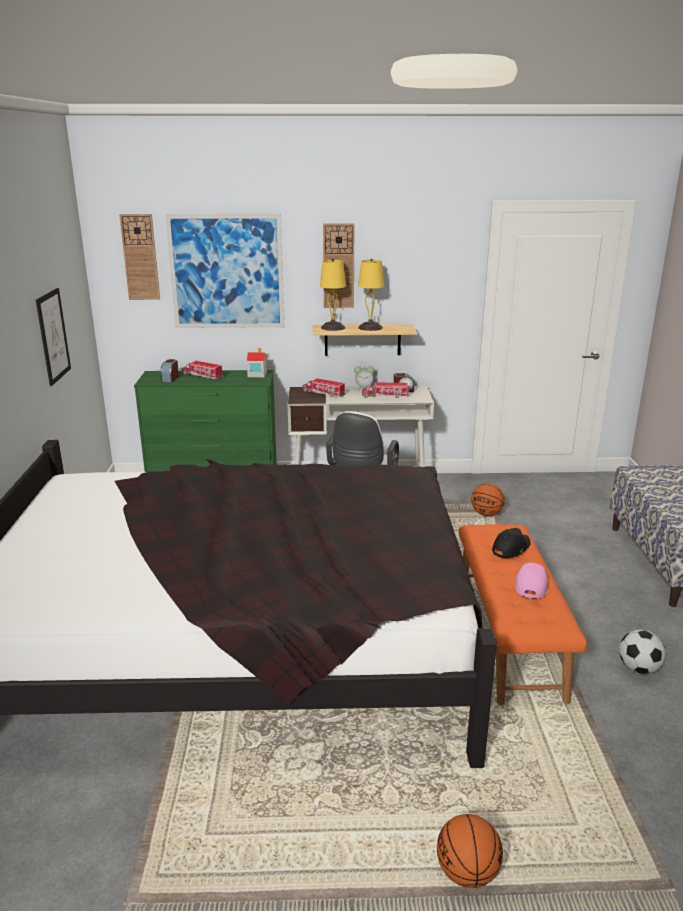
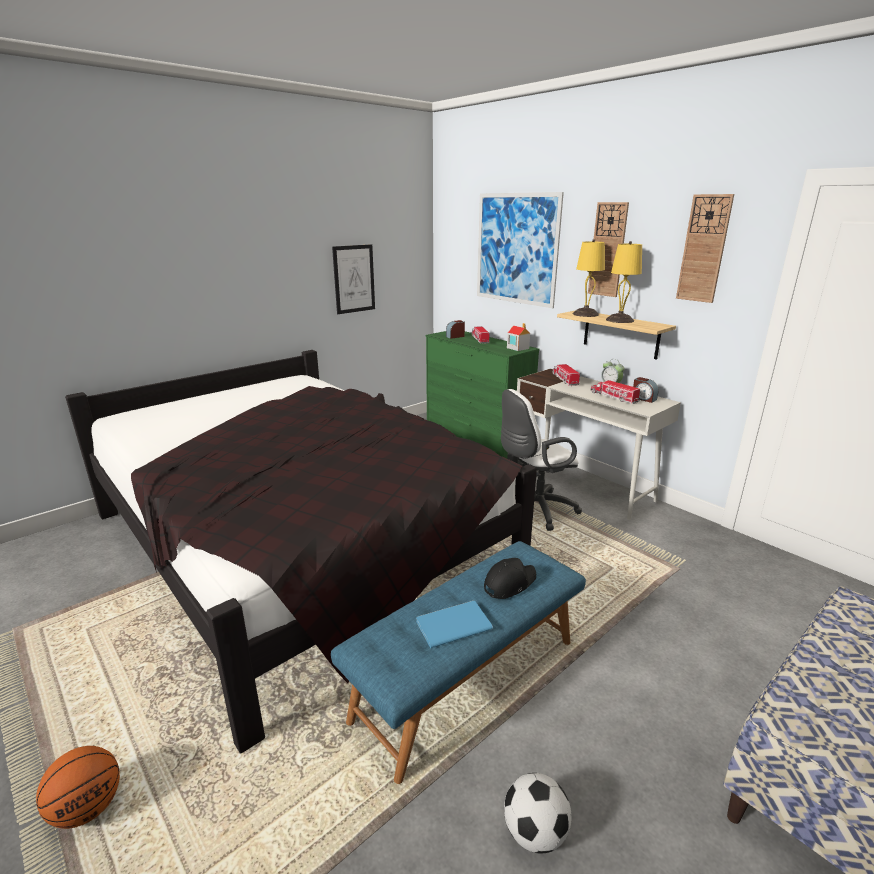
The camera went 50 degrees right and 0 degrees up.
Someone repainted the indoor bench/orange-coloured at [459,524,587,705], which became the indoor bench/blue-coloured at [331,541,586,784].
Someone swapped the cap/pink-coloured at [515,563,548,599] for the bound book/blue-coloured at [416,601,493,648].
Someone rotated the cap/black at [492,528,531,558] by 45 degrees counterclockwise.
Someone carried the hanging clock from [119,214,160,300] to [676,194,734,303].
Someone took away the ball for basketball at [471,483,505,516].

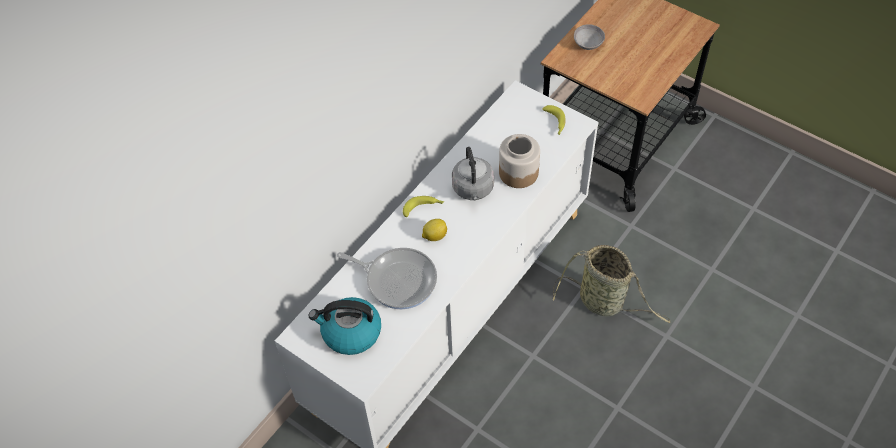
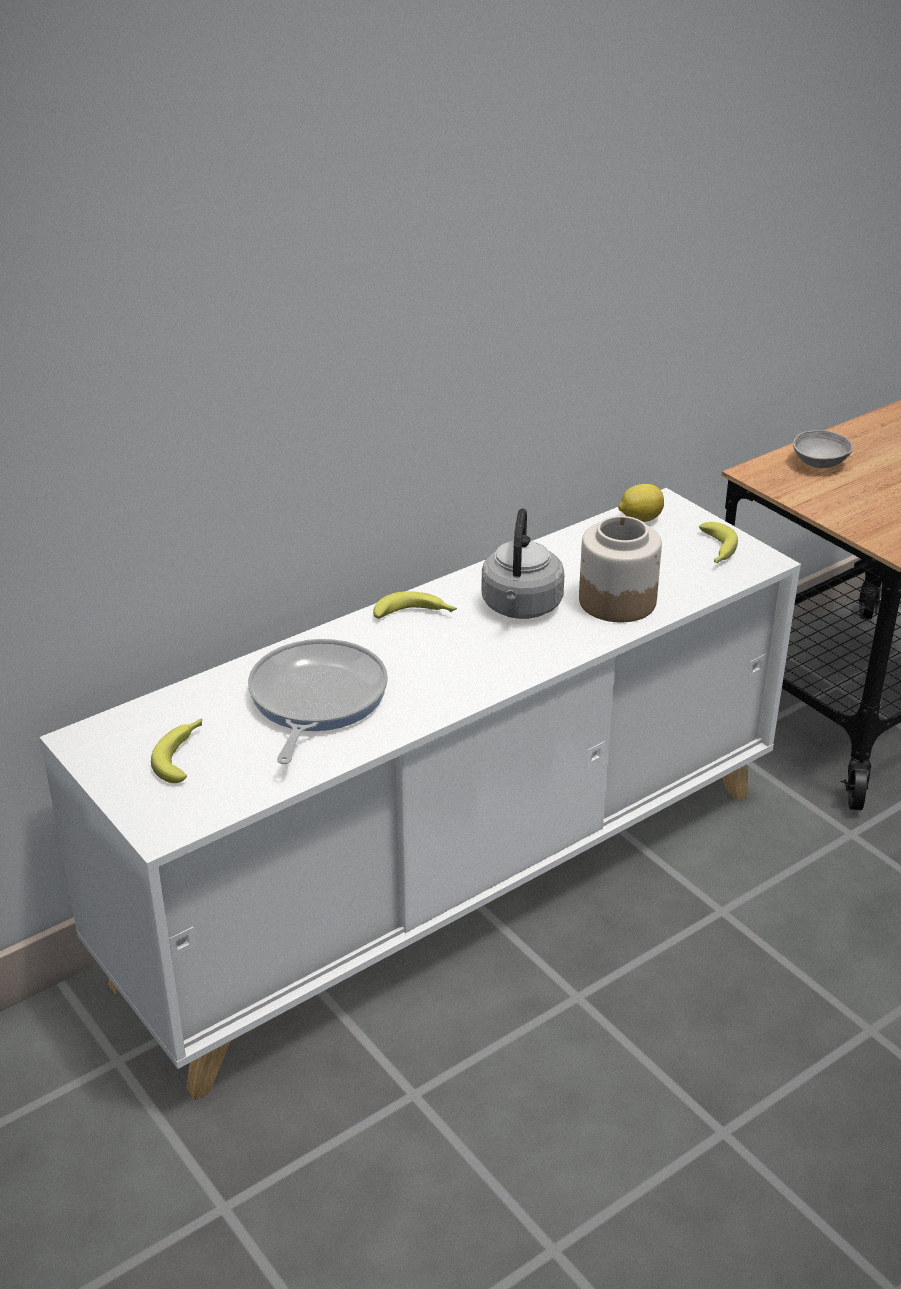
The camera went 15 degrees right and 20 degrees down.
Someone swapped the kettle at [309,297,381,355] for the banana at [151,718,202,783].
Someone rotated the pan at [337,248,437,310] by 120 degrees counterclockwise.
Someone carried the citrus fruit from [422,219,447,241] to [618,484,664,522].
Someone took away the storage basket at [553,245,670,323].

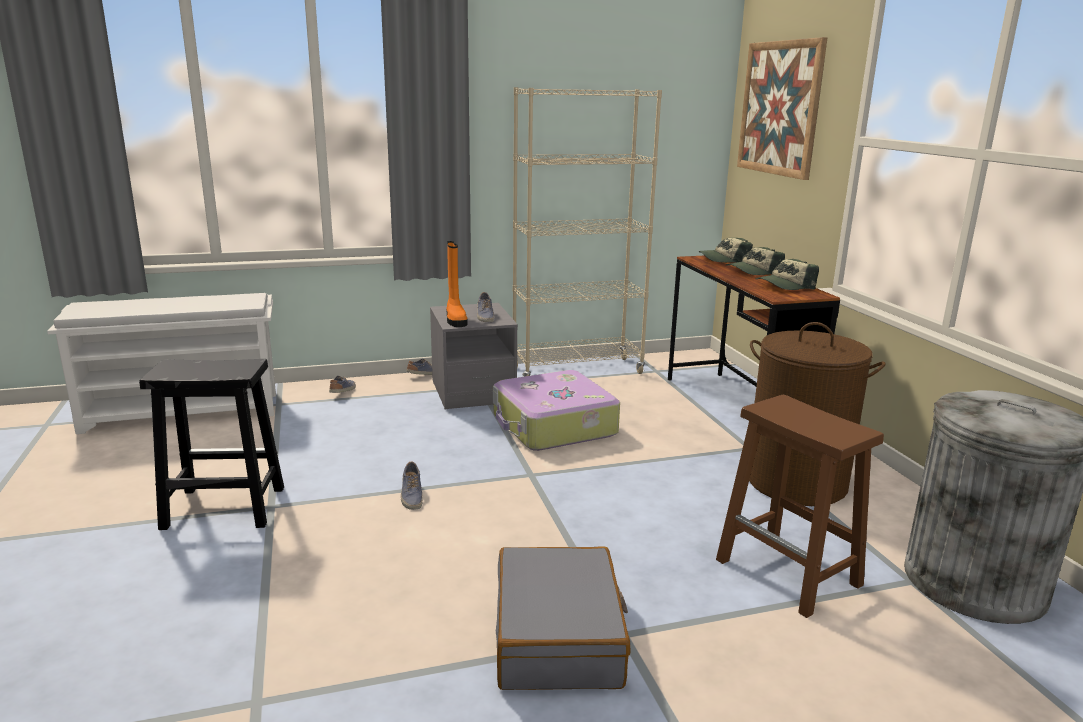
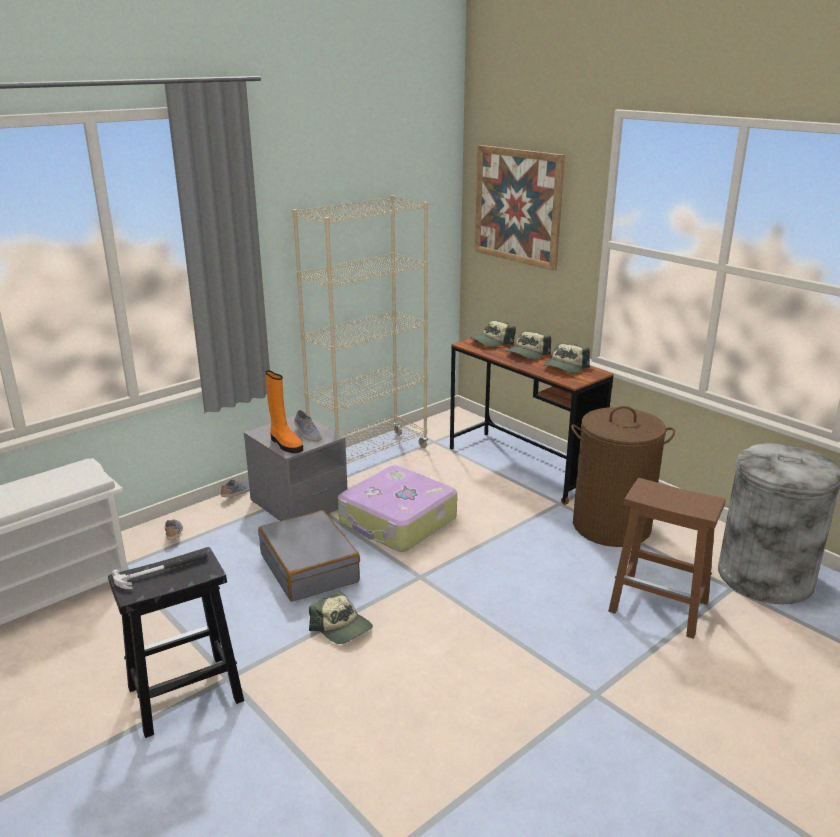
The camera went 25 degrees left and 5 degrees up.
Someone put down the hand hammer at [112,551,208,589].
Someone carried the suitcase/gray from [496,546,630,690] to [258,510,360,602].
Someone swapped the shoe at [401,461,423,510] for the cap at [309,591,373,644].

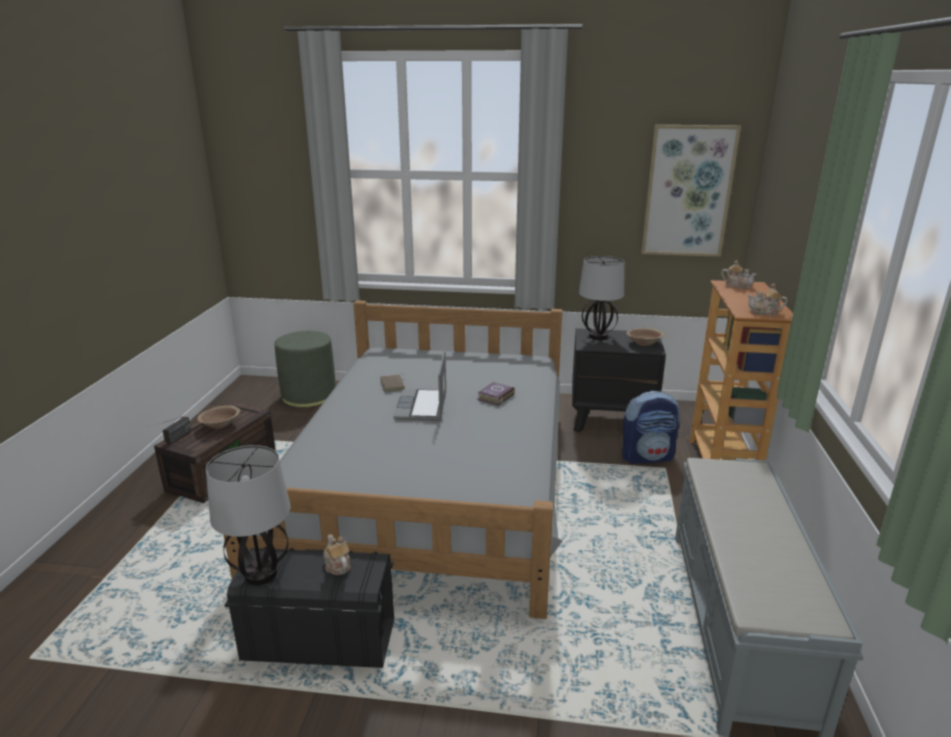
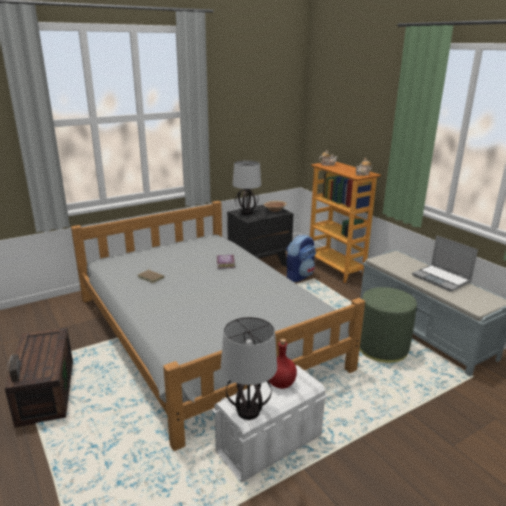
The camera went 40 degrees left and 0 degrees up.
Someone repainted the storage container/black at [225,547,394,668], which became the storage container/white-coloured at [212,365,328,482].
Someone swapped the teapot at [323,534,350,575] for the drink bottle/red-coloured at [268,339,297,389].
Someone carried the pouffe/greenish from [275,331,336,408] to [360,287,417,363].
Someone carried the notebook computer from [393,350,447,421] to [412,235,478,292].
Someone took away the bowl/brown-coloured at [197,406,240,429].
Someone took away the picture at [641,125,741,257].

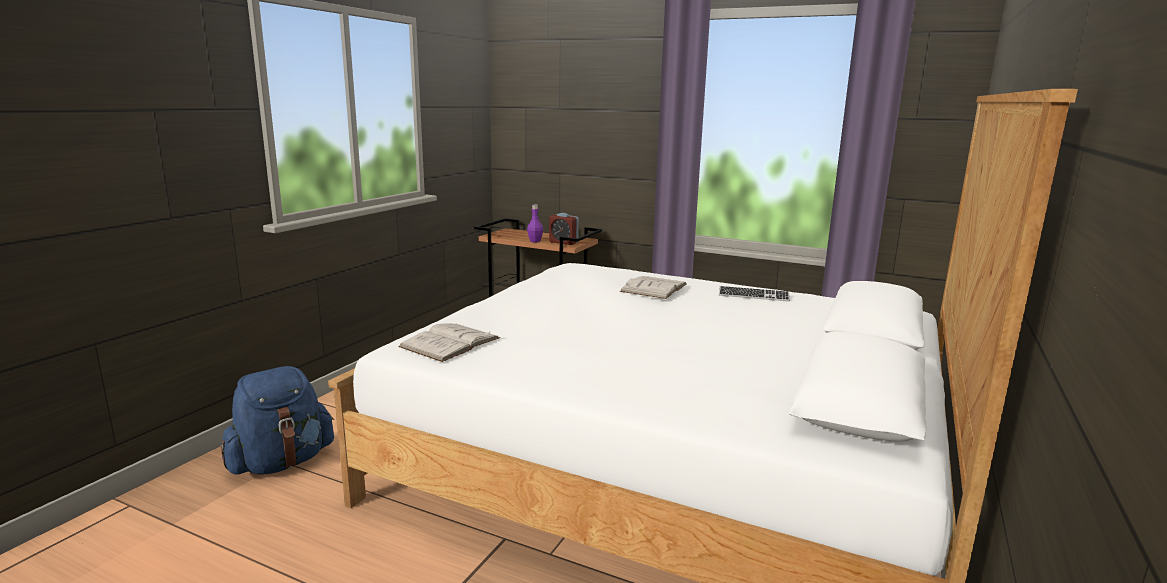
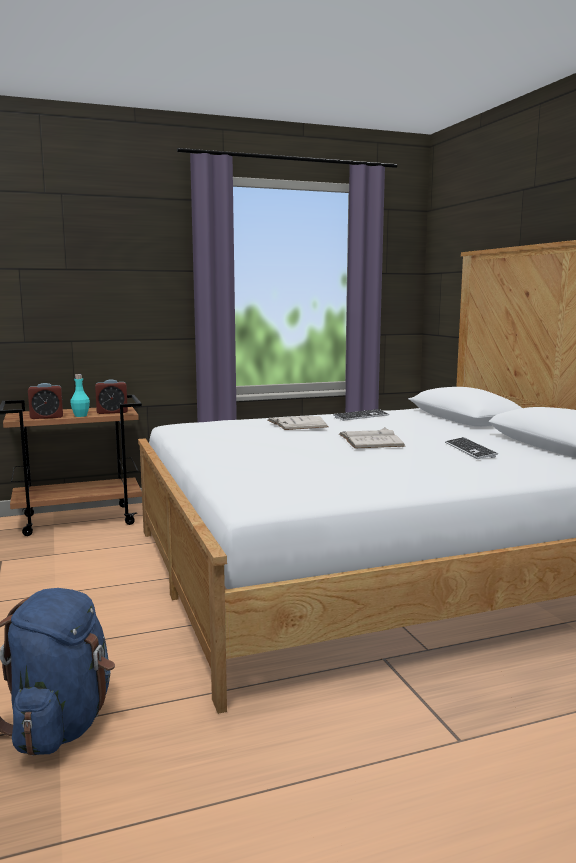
The camera went 45 degrees left and 5 degrees down.
Someone put down the bedside clock at [28,383,63,419].
Someone repainted the drink bottle/purplish at [527,205,543,242], which became the drink bottle/blue-green at [70,374,90,417].
Someone carried the bound book/white-coloured from [398,324,500,362] to [339,427,406,448].
Someone put down the computer keyboard at [445,437,498,459].

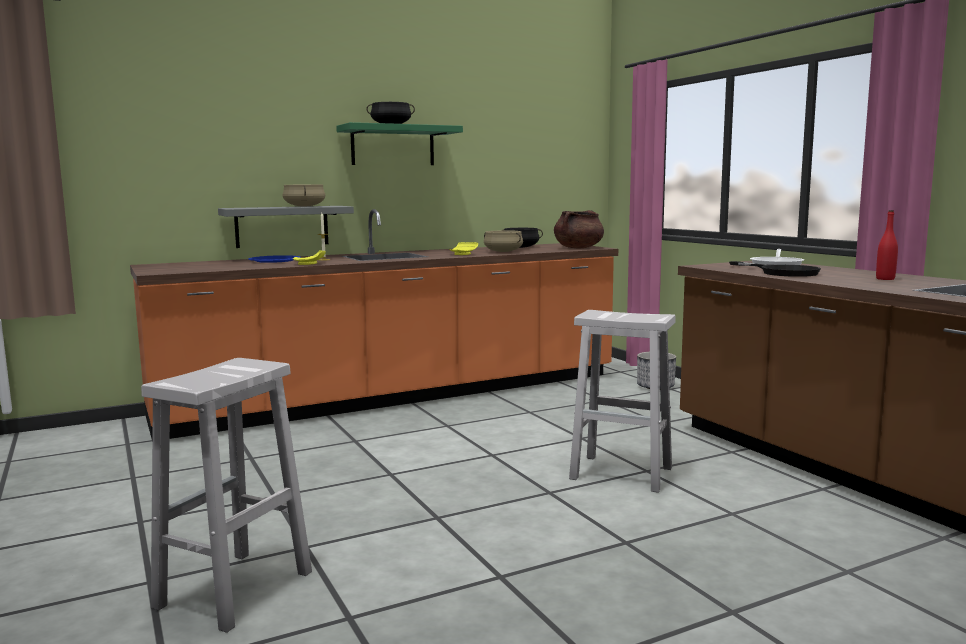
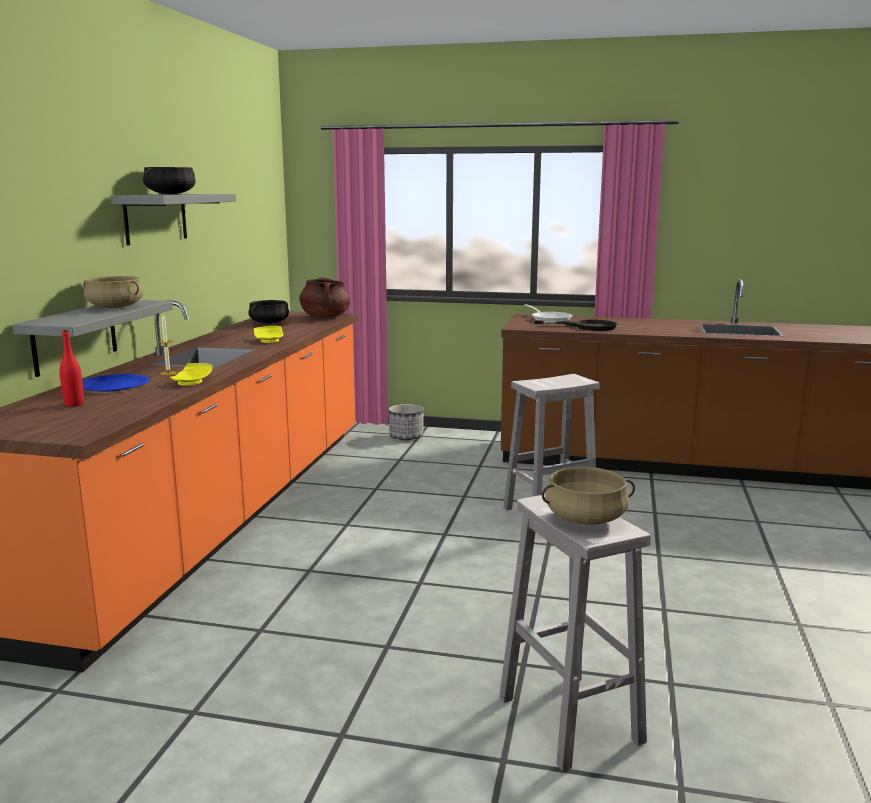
The camera went 50 degrees left and 5 degrees up.
Someone carried the drink bottle/red-coloured from [876,210,898,280] to [60,330,84,406].
Someone repainted the bracket shelf/greenish at [336,122,463,165], which became the bracket shelf/gray at [111,194,236,246].
Someone carried the saucepot/beige-coloured from [484,230,523,252] to [542,467,635,525].

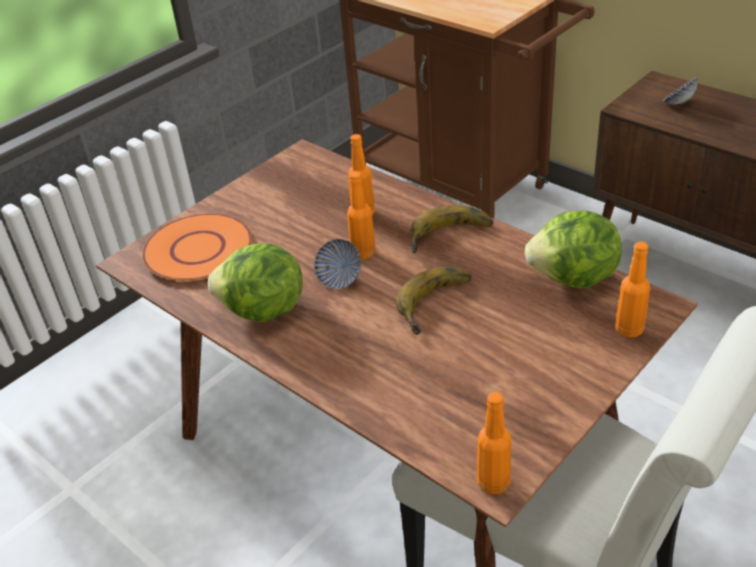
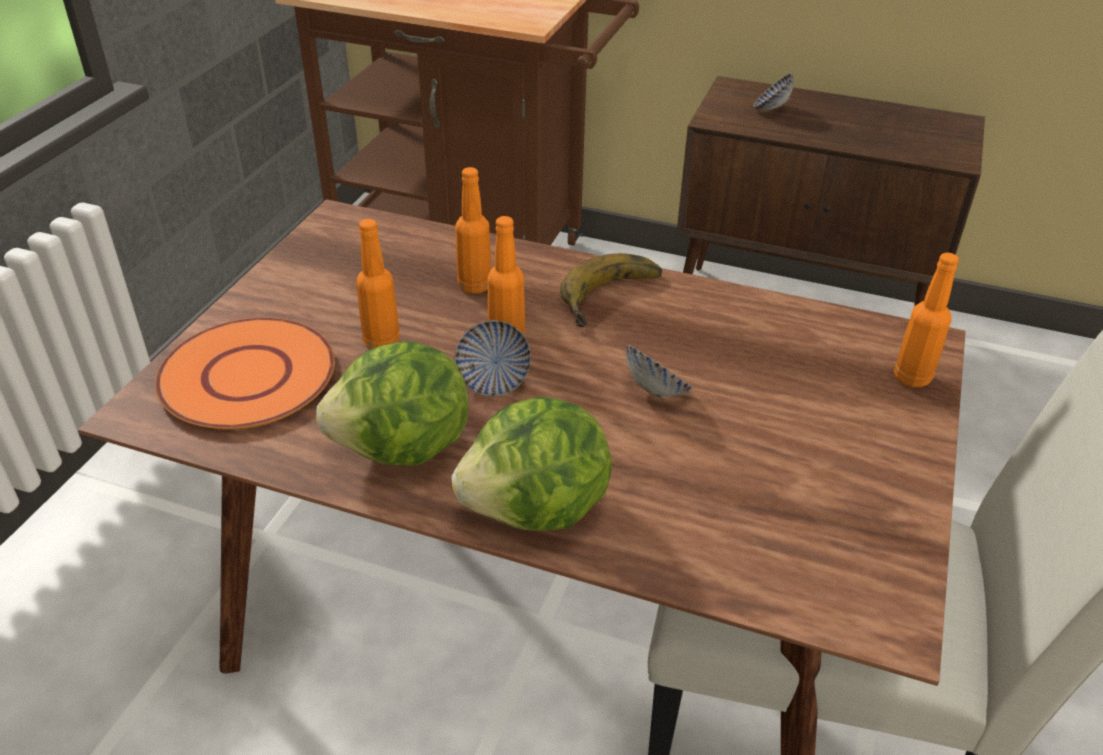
The camera went 25 degrees left and 0 degrees up.
Someone carried the drink bottle/orange-coloured from [477,392,511,494] to [356,219,400,349].
Someone carried the lettuce from [525,210,622,289] to [452,397,612,531].
Someone swapped the banana at [396,267,471,335] for the bowl at [626,344,693,400].

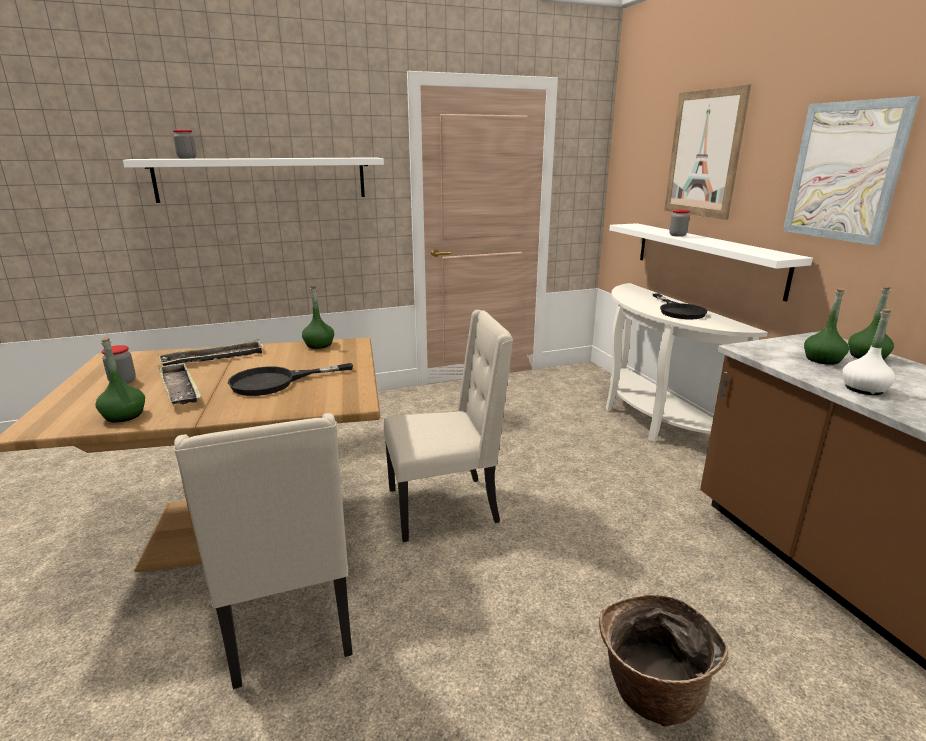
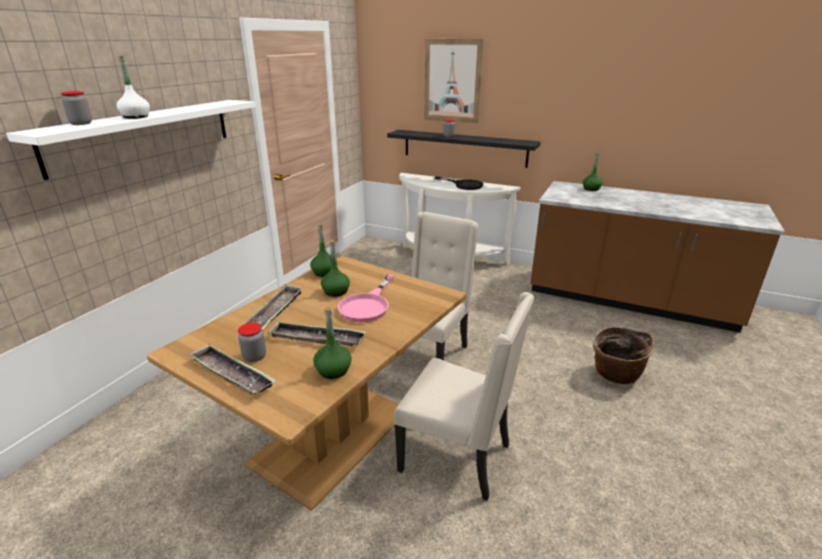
The camera went 45 degrees left and 5 degrees up.
Someone carried the drink bottle/white-coloured from [842,309,895,395] to [116,56,150,119].
Someone put down the carrying tray at [188,344,276,394].
Someone carried the drink bottle/greenish from [804,288,849,365] to [321,240,350,297].
Someone repainted the pan/black at [228,363,353,396], which became the pan/pink-coloured at [338,274,395,323].
Someone repainted the bracket shelf/white-coloured at [609,223,813,301], which became the bracket shelf/black at [387,130,541,168].
Someone took away the picture at [783,96,920,246].

